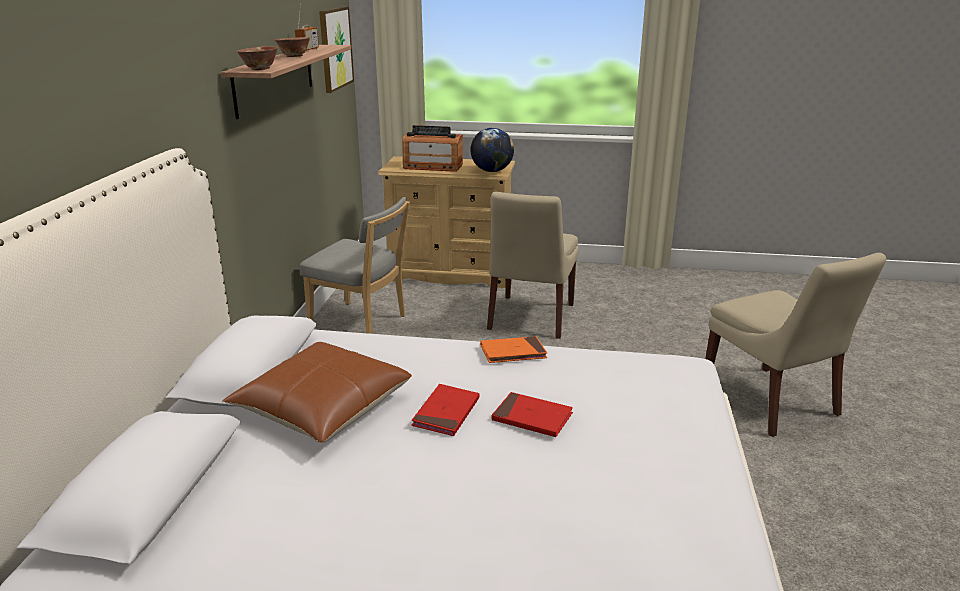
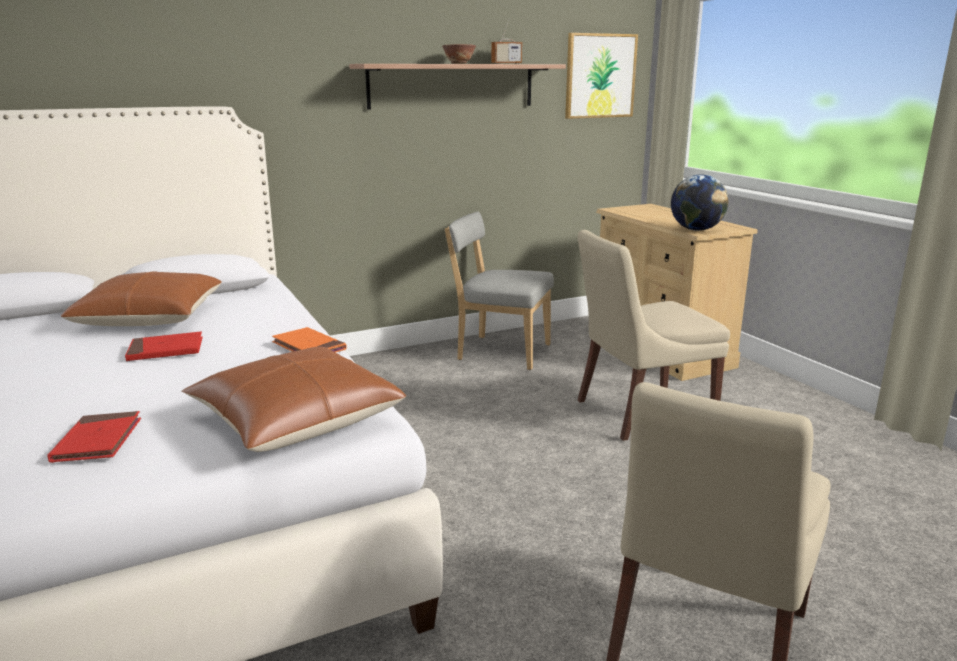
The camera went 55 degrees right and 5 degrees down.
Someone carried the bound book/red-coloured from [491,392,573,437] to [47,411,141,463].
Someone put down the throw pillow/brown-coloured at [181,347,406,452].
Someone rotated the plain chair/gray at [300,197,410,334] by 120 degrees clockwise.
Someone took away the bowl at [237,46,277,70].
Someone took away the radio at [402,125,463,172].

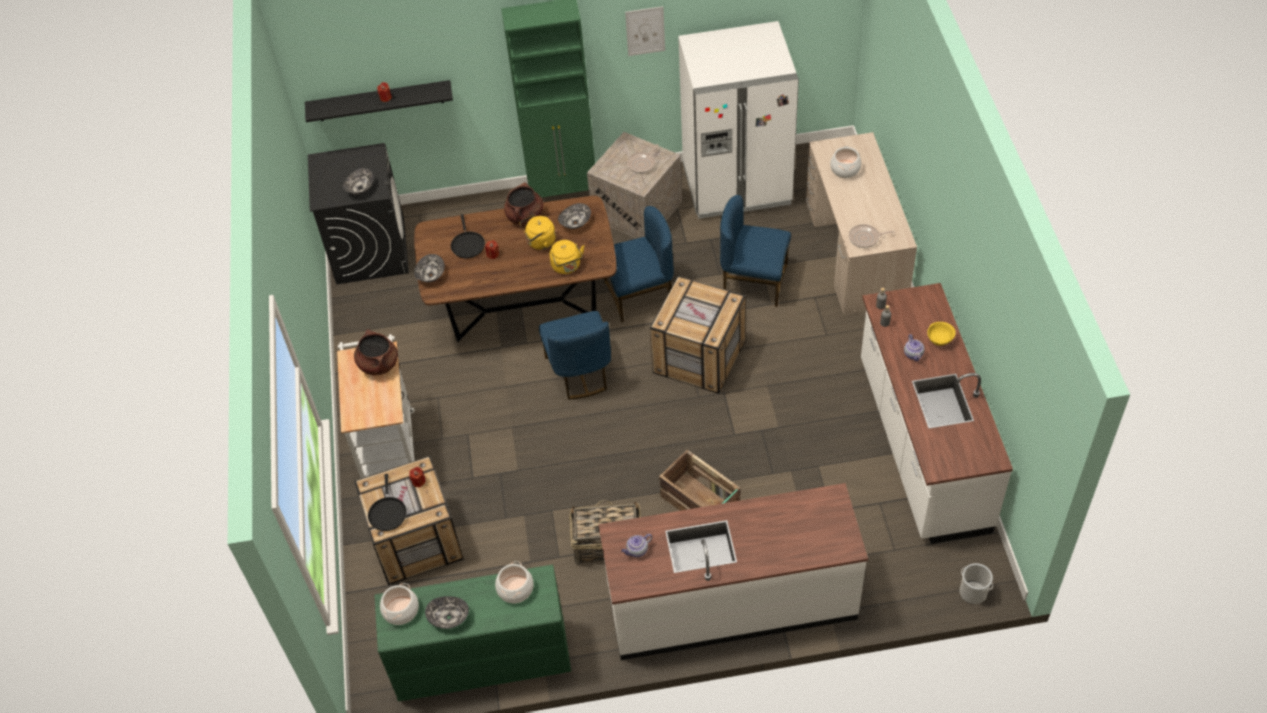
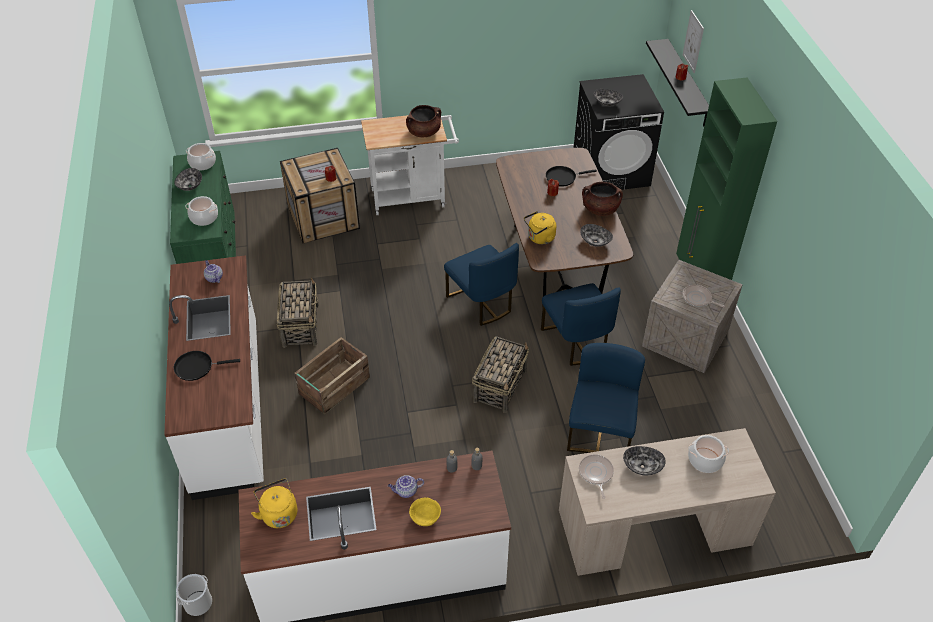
The camera went 85 degrees right and 5 degrees down.
Someone carried the pan/black from [368,474,407,531] to [174,351,240,381].
Someone carried the kettle/yellow-coloured from [520,215,556,250] to [251,479,297,528].
Someone rotated the plain chair/blue-coloured at [539,311,611,399] by 105 degrees counterclockwise.
Someone swapped the packing crate at [650,276,746,394] for the storage basket at [472,336,529,413].
Someone carried the bowl from [414,254,445,282] to [623,446,666,475].
Someone carried the picture from [625,6,665,56] to [683,10,704,73].
Someone took away the refrigerator/white-coloured at [678,21,799,219].

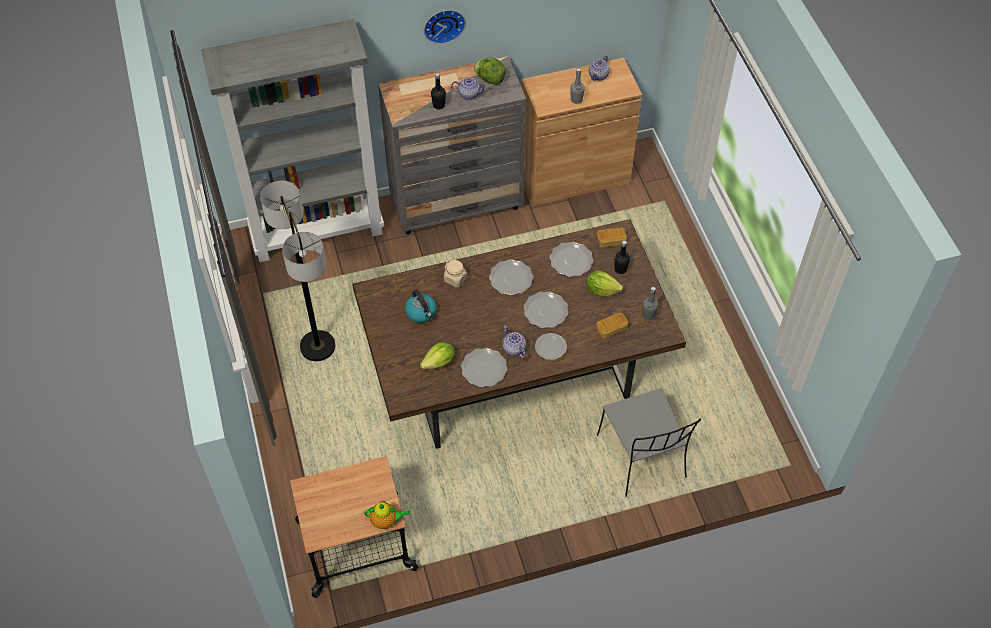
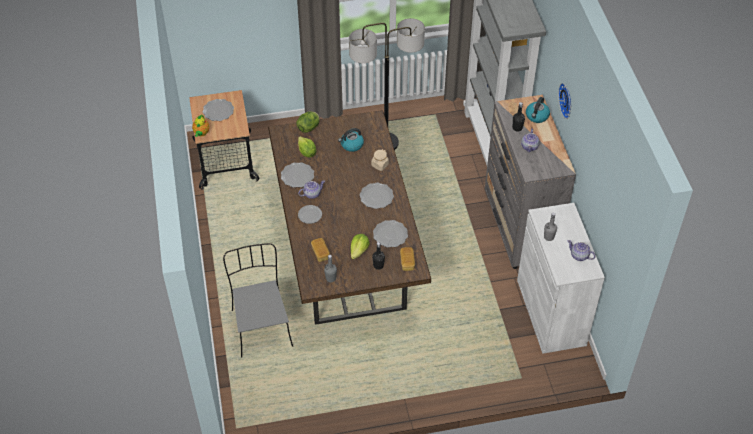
The camera went 95 degrees right and 5 degrees down.
Someone carried the plate from [524,291,568,328] to [203,99,234,121].
Someone rotated the plain chair/gray at [597,388,701,497] by 90 degrees clockwise.
Someone carried the lettuce from [474,57,506,85] to [296,111,320,133].
Someone repainted the storage cabinet/brown-coloured at [521,58,642,206], which became the storage cabinet/white-coloured at [517,203,605,354].
Someone put down the kettle at [526,97,550,123].

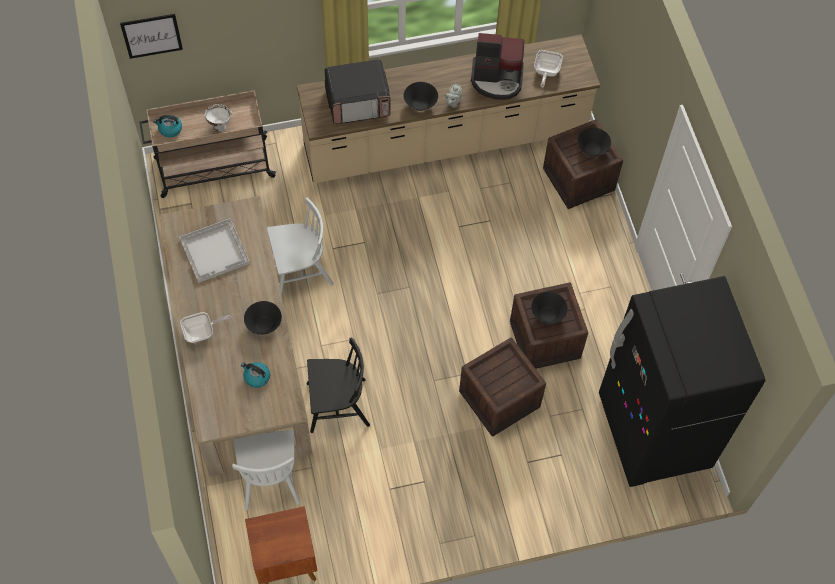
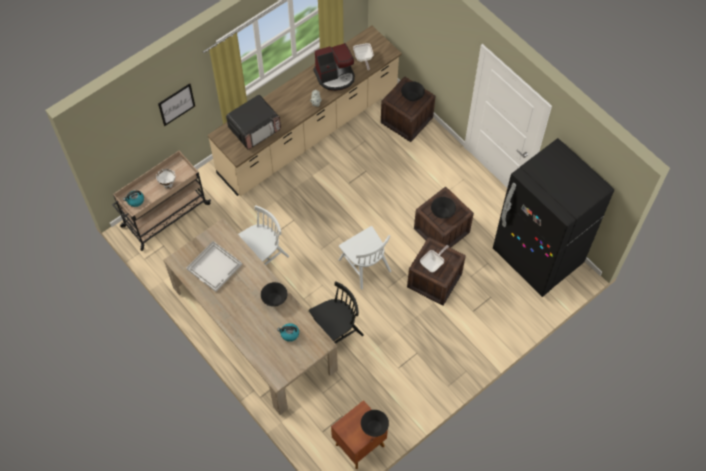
The camera went 25 degrees left and 0 degrees up.
Someone carried the picture from [120,14,183,59] to [158,83,195,126].
Someone carried the plain chair/white-coloured from [232,430,300,510] to [339,226,391,290].
Someone carried the bowl/black from [404,82,438,111] to [361,410,389,437].
Someone carried the pan from [180,312,232,343] to [420,245,449,273].

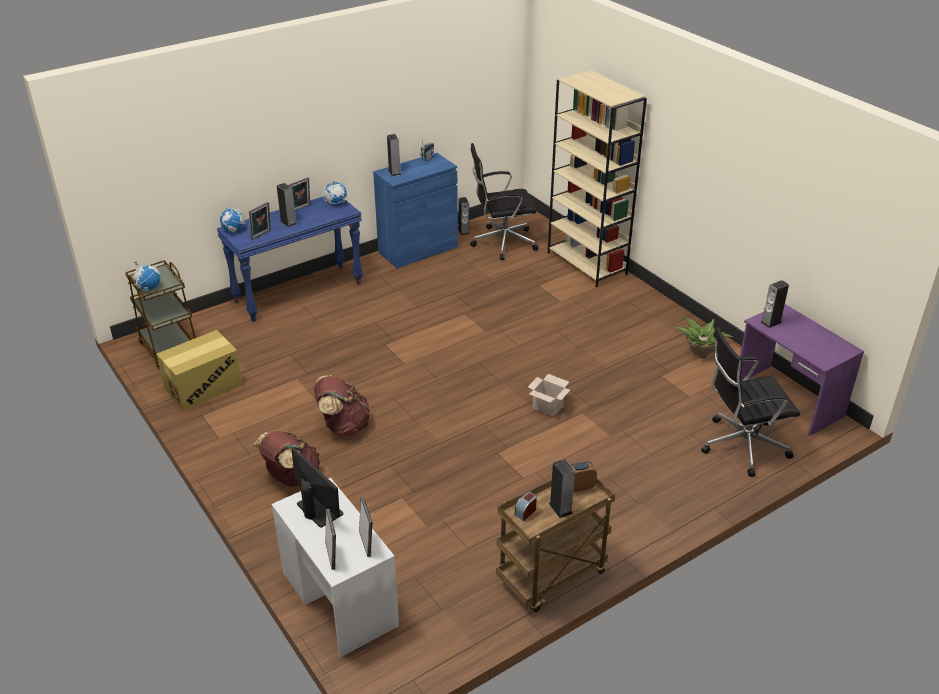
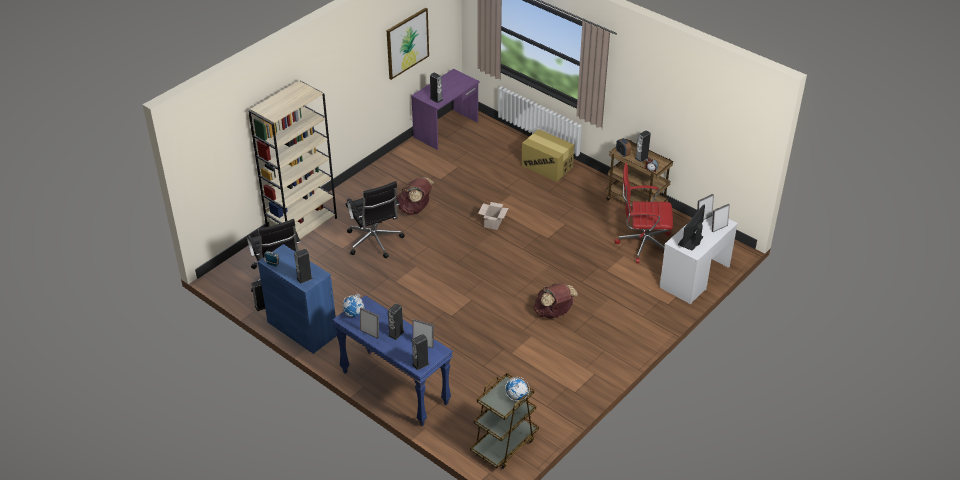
The camera went 105 degrees left and 5 degrees up.
Someone carried the office chair/black from [701,327,800,477] to [346,181,405,258].
Someone put up the picture at [387,8,429,80].
Someone carried the backpack/brown-coloured from [253,431,320,487] to [397,177,434,215].
Someone swapped the globe at [220,201,246,233] for the audio speaker at [412,334,429,371].
Someone carried the packing box from [156,330,243,411] to [521,129,574,182].
Someone put down the office chair/red-coloured at [615,163,673,263].
Someone took away the potted plant at [676,317,733,359].

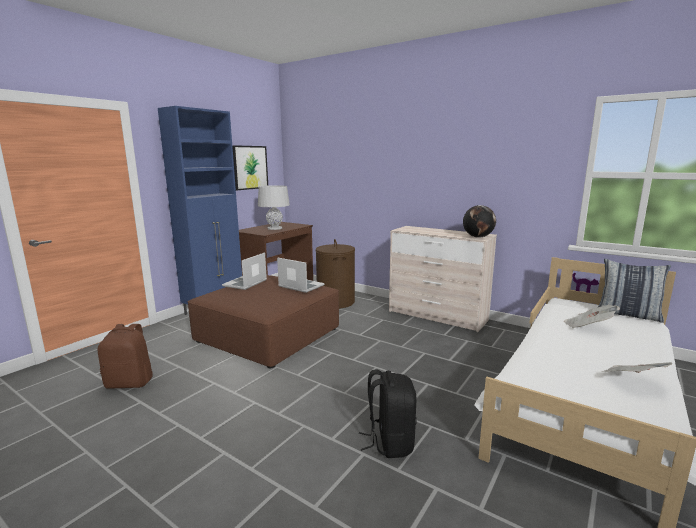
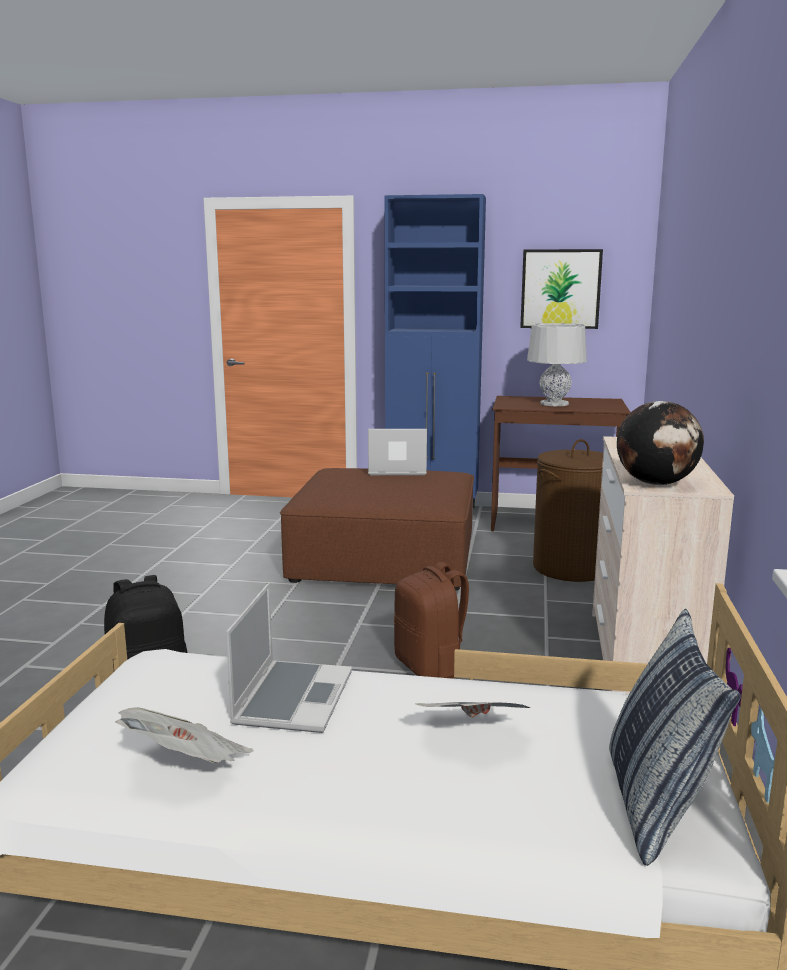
The camera went 65 degrees right and 0 degrees up.
Someone carried the notebook computer from [277,257,325,293] to [226,583,352,733].
Someone carried the backpack/brown-coloured from [98,324,153,389] to [394,562,469,679].

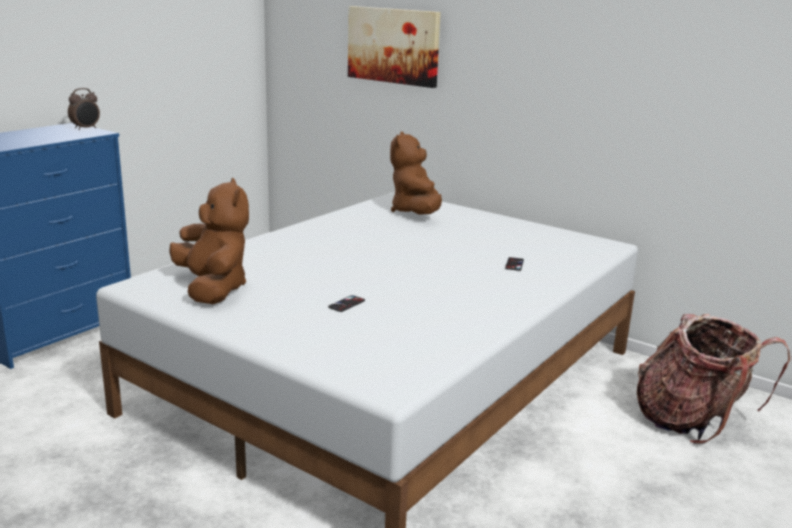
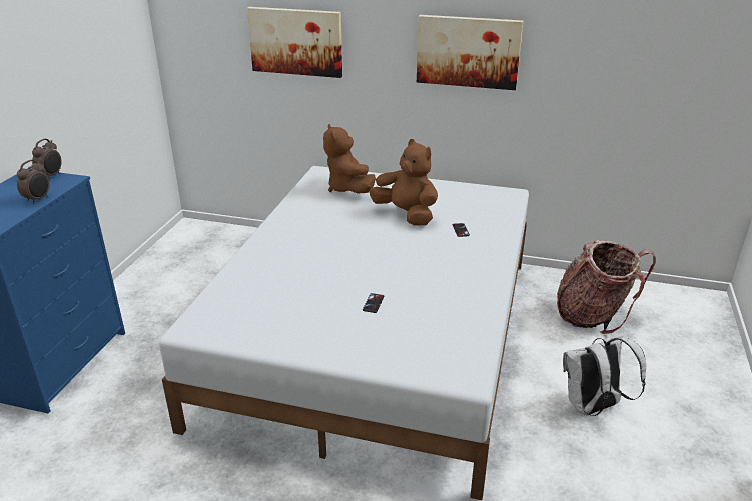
The camera went 20 degrees left and 10 degrees up.
Someone put down the bedside clock at [17,160,50,204].
Someone carried the plush toy/brown-coloured from [169,178,249,304] to [370,139,438,226].
Someone put up the picture at [417,15,523,90].
Someone put down the backpack/white-coloured at [563,336,646,416].

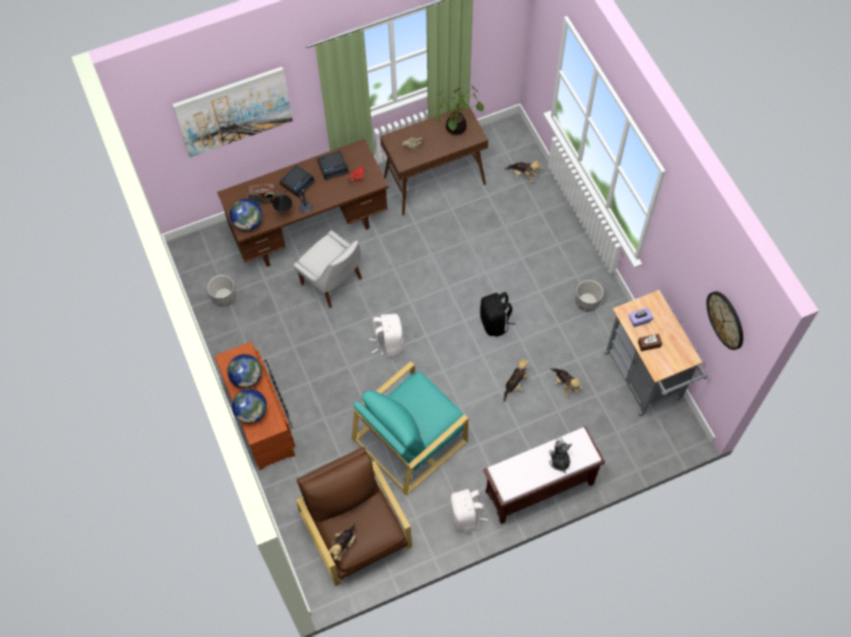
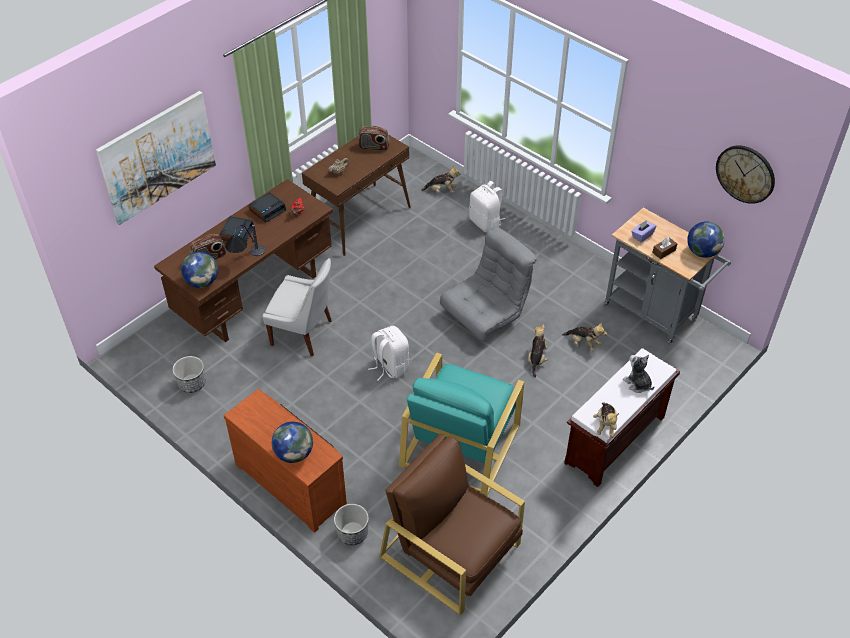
The camera went 25 degrees left and 15 degrees down.
Someone carried the plant pot from [576,280,603,312] to [334,504,369,545].
Someone swapped the potted plant at [436,84,484,135] for the radio at [358,126,389,151].
Someone swapped the backpack/black at [480,292,515,337] for the armchair/gray at [440,227,537,341].
Someone carried the backpack/white-coloured from [450,489,488,534] to [469,181,505,232].
Someone carried the plush toy from [329,523,355,561] to [593,402,619,438].
Someone carried the globe from [227,354,262,388] to [687,221,725,258].

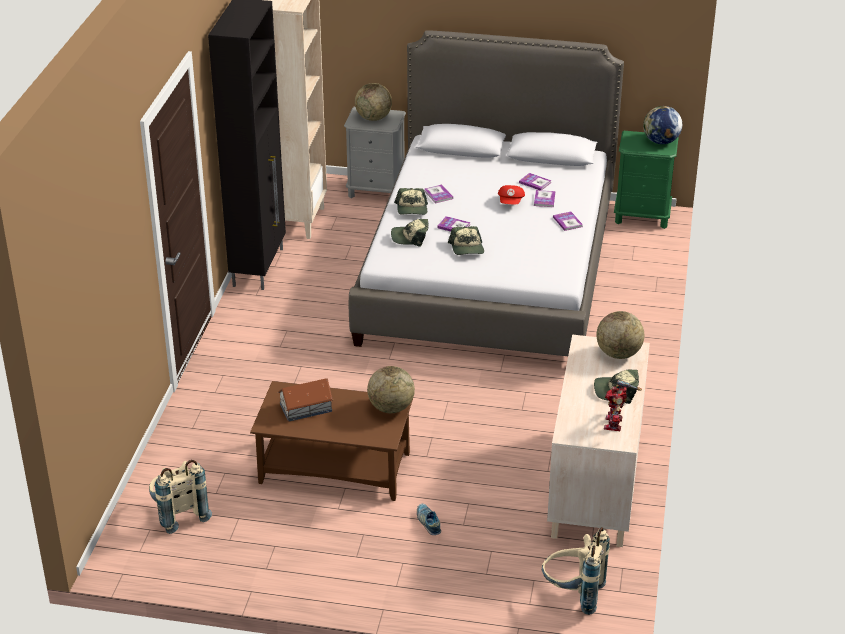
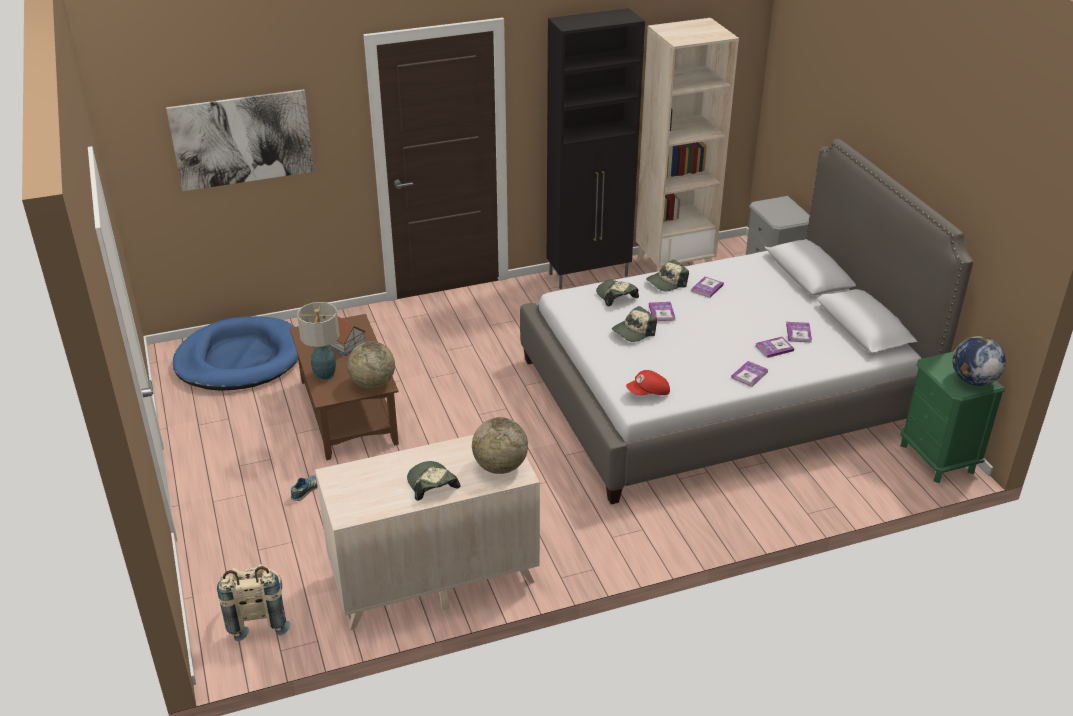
The camera went 60 degrees right and 0 degrees up.
Someone put up the picture at [166,89,314,191].
Someone swapped the backpack/beige-coloured at [149,460,212,534] for the dog bed/blue-coloured at [173,316,298,391].
Someone put down the lamp for a table at [297,302,340,380].
Someone carried the cap/red-coloured from [498,185,525,204] to [626,370,670,396].
Someone took away the globe at [355,83,392,121].
Someone took away the robot figure at [604,380,642,431].

